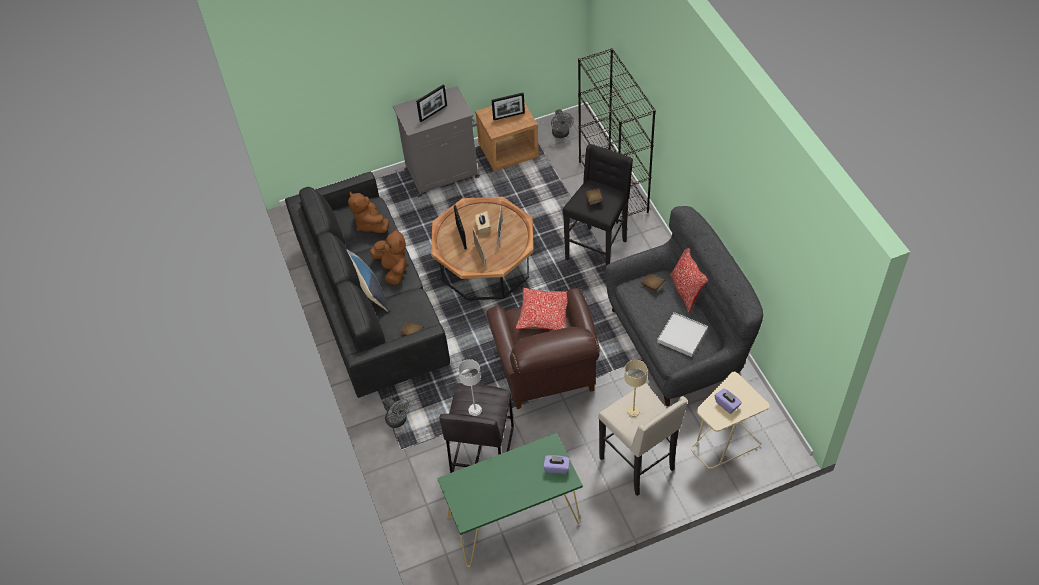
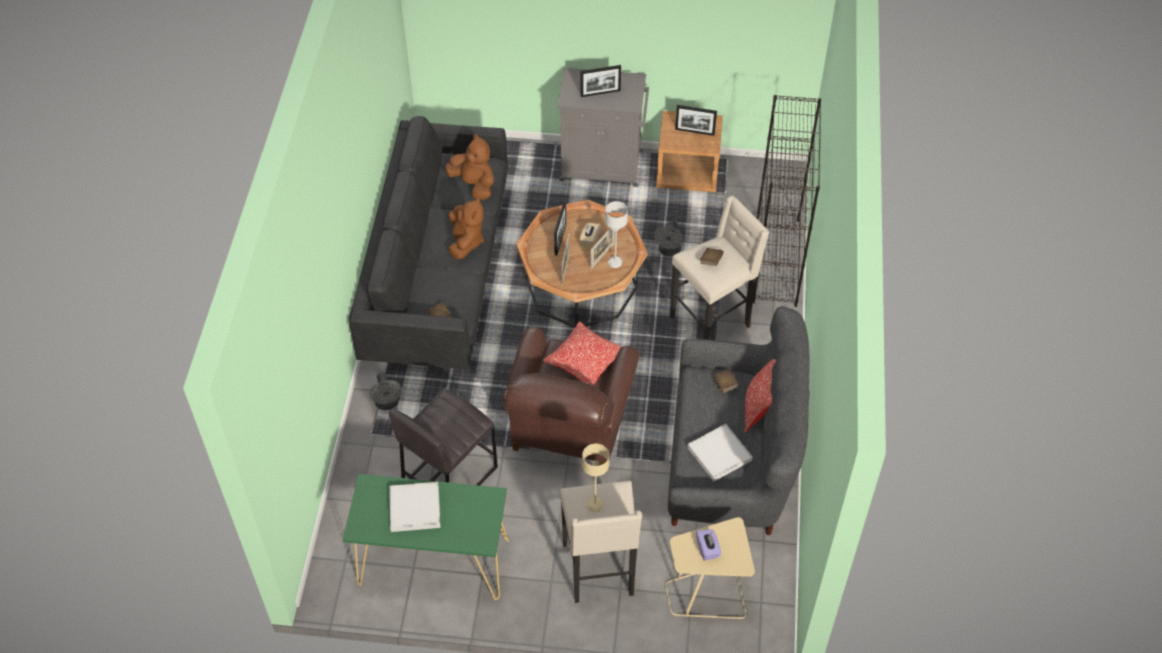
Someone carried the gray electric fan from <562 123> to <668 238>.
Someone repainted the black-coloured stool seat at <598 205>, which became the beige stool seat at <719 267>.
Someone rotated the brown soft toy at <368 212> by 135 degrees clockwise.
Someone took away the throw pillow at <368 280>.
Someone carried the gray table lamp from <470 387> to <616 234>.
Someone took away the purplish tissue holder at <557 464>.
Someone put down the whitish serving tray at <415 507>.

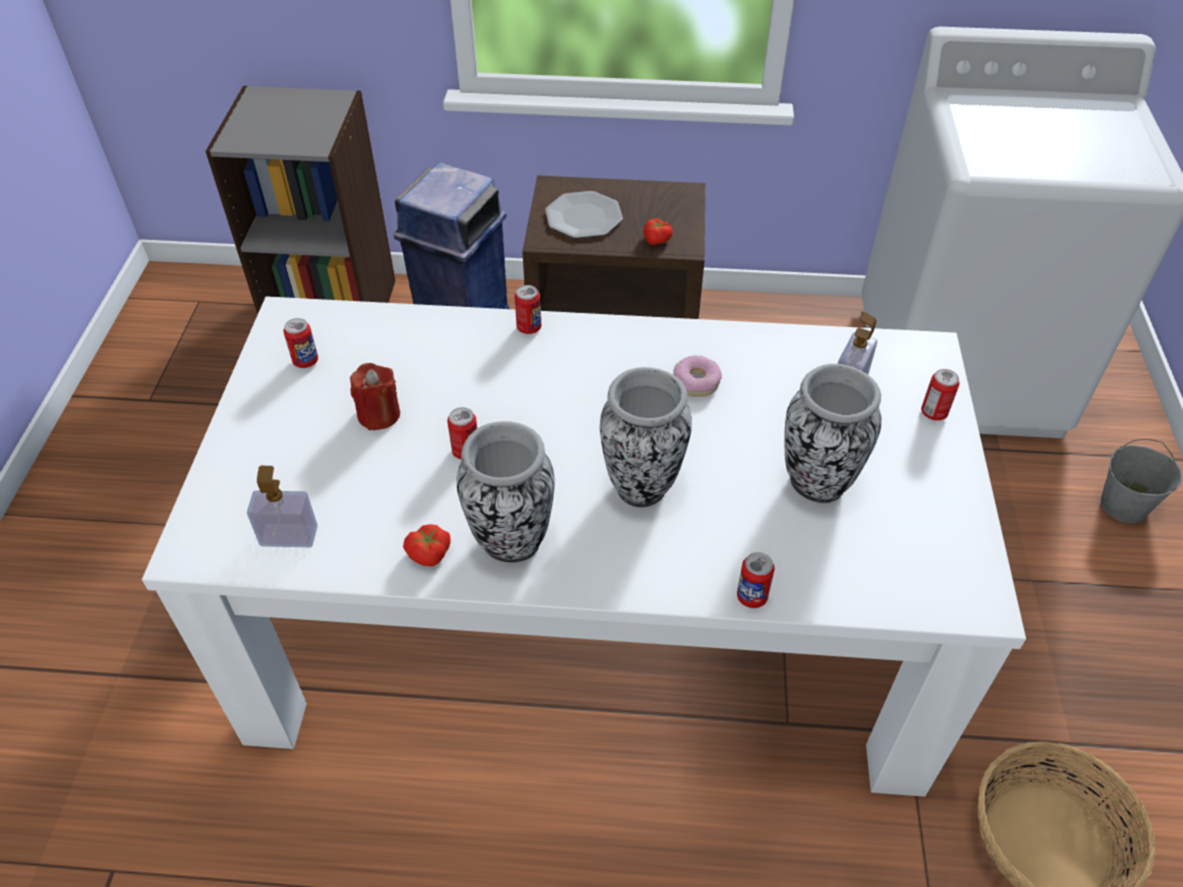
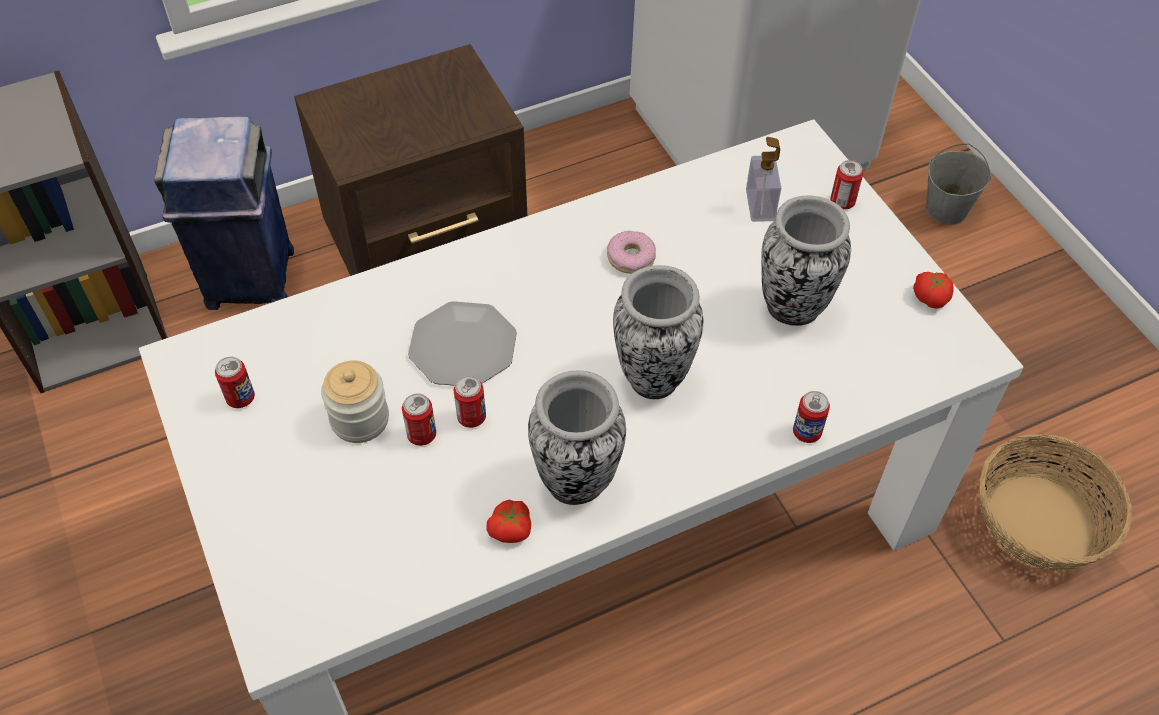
Someone carried the dinner plate from <584 214> to <462 343>.
Someone carried the whole tomato from <658 231> to <933 290>.
Someone carried the metal can from <527 309> to <419 420>.
Someone swapped the red-coloured wax light at <375 396> for the storage jar at <355 401>.
Someone took away the liquid soap bottle at <282 506>.

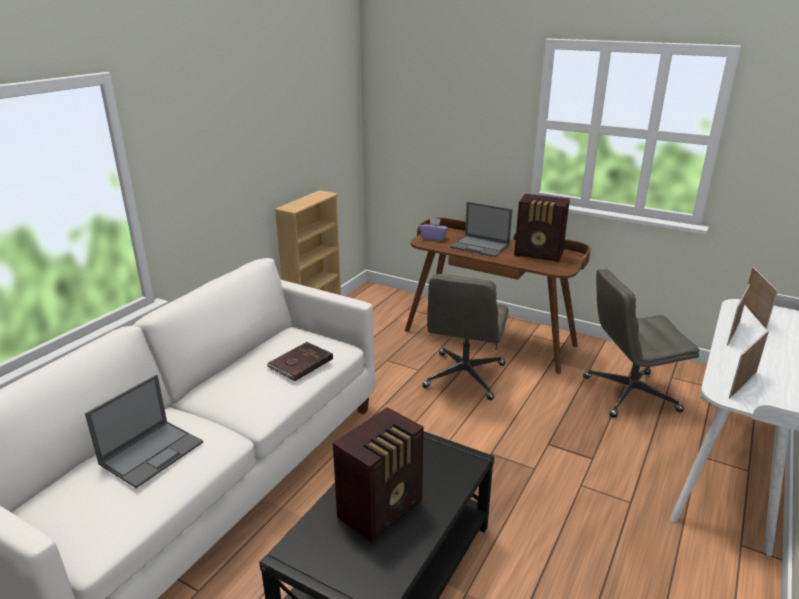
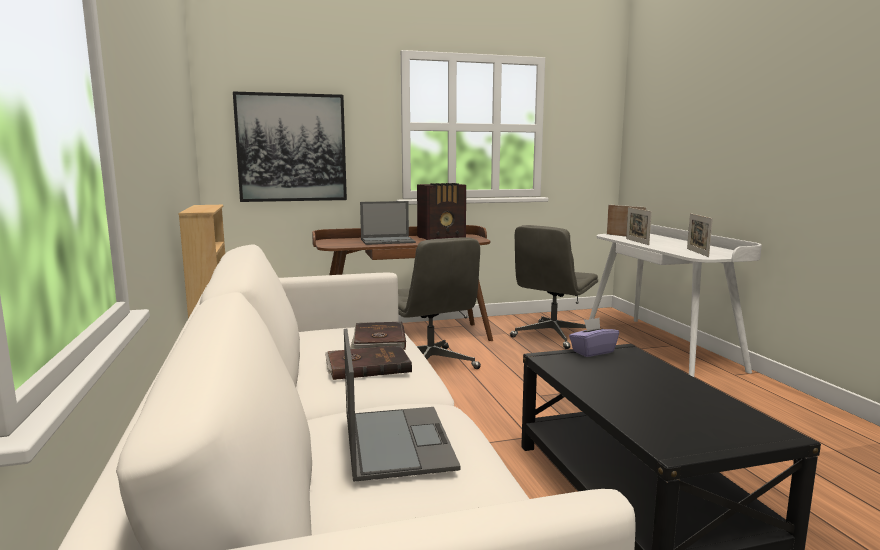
Someone carried the purplish tissue holder from <434 229> to <594 337>.
Someone took away the radio receiver at <378 475>.
Someone put up the wall art at <290 146>.
Someone put down the brown volume at <368 362>.

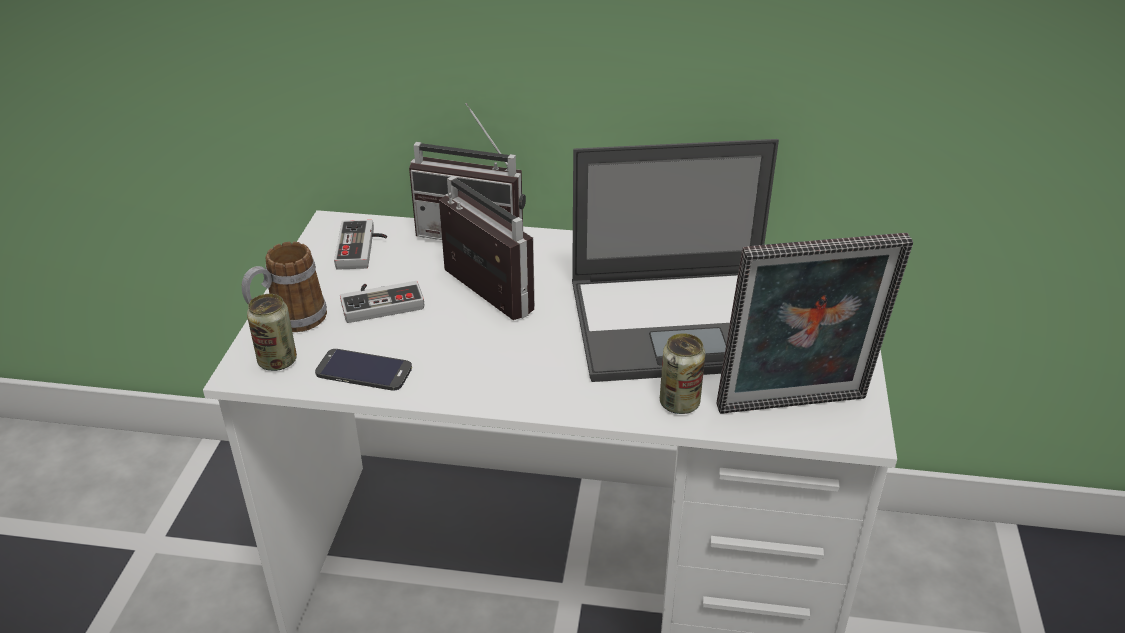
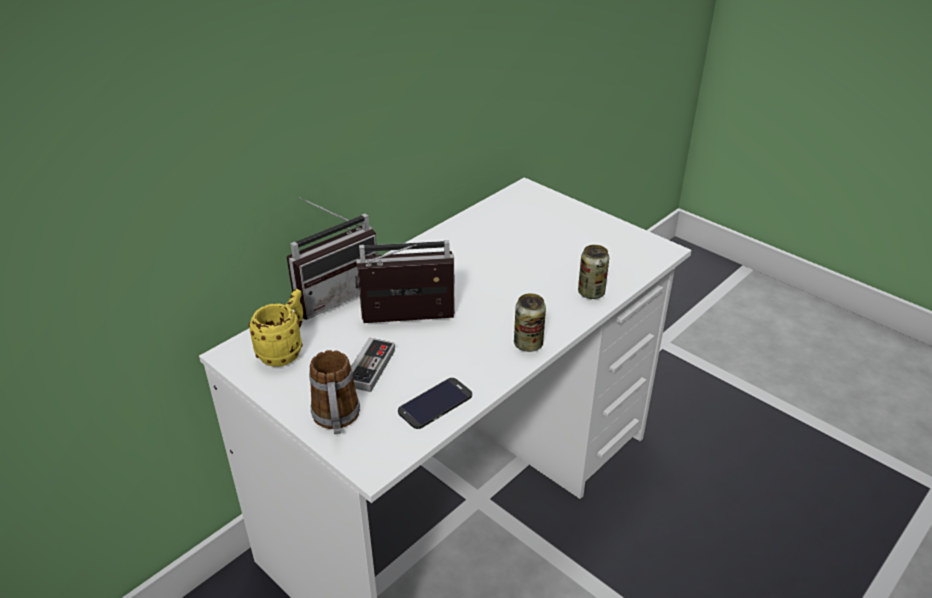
Someone took away the laptop at <675 260>.
Someone swapped the gamepad at <360 245> for the yellow tea mug at <275 328>.
Someone took away the picture frame at <815 323>.
Someone carried the metal can from <272 332> to <530 322>.

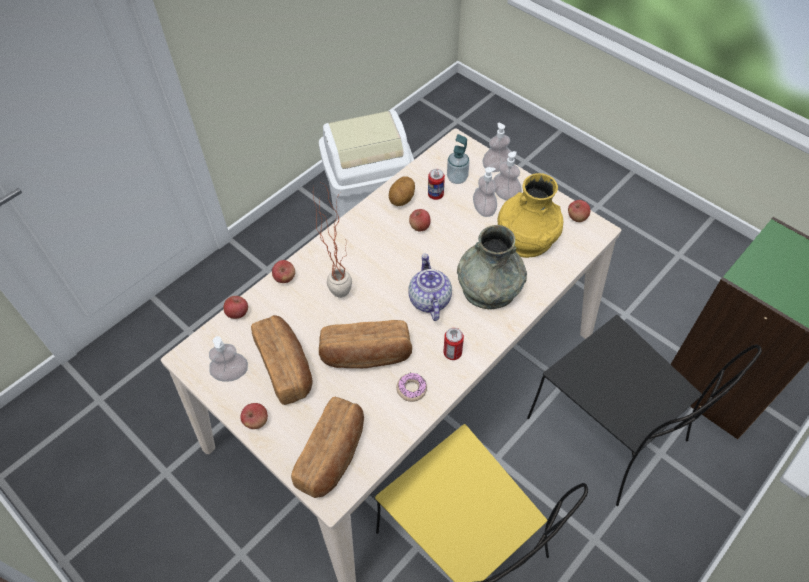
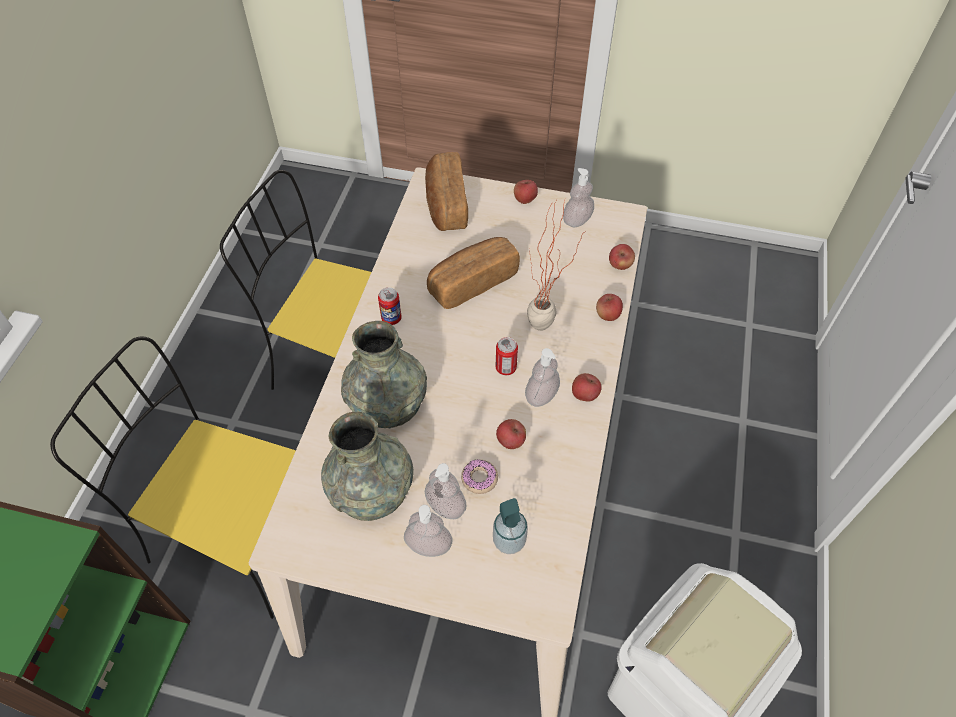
Someone carried the liquid soap bottle from <496 147> to <542 377>.
Someone carried the metal can from <436 184> to <507 356>.
Someone repainted the yellow decorative vase at <530 215>, which became the gray decorative vase at <367 466>.
Someone took away the whole potato at <402 191>.
Someone carried the whole apple from <579 211> to <587 387>.
Someone took away the pot for tea at <430 287>.
Someone took away the bread at <281 360>.
Someone repainted the black-coloured plain chair at <644 410>, which became the yellow plain chair at <173 478>.
Someone carried the doughnut from <411 387> to <479 476>.

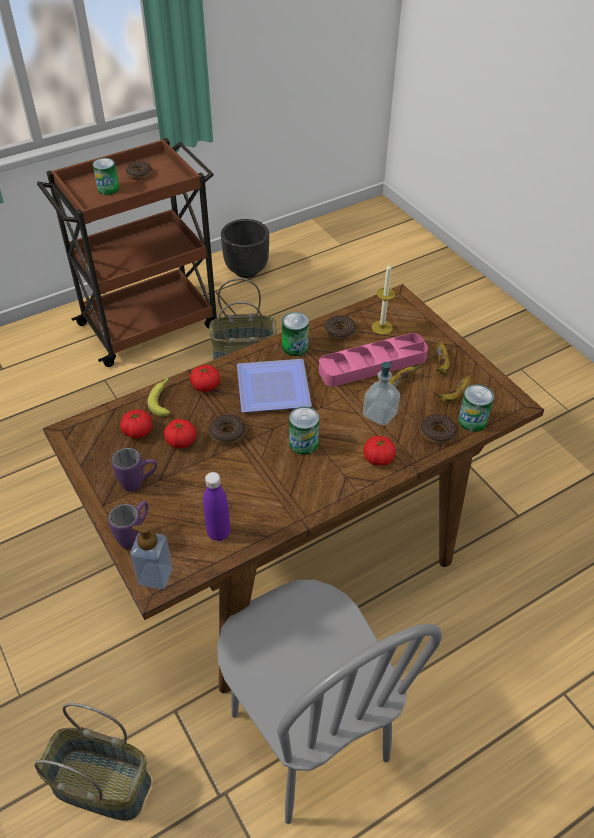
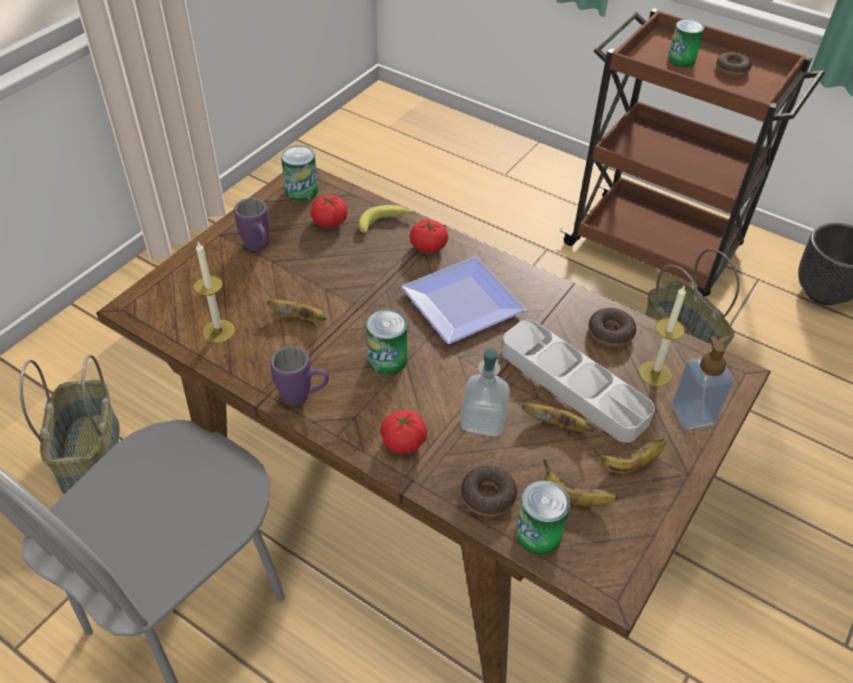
Someone carried the metal can from <295 334> to <299 173>.
Someone repainted the pinkish serving tray at <373 360>, which became the gray serving tray at <578 381>.
Someone took away the doughnut at <227 429>.
Someone took away the whole tomato at <180 433>.
Someone swapped the purplish beverage bottle at <216 506> for the wax light at <214 292>.
Someone carried the purplish tea mug from <128 525> to <299 375>.
Someone carried the liquid soap bottle from <151 557> to <703 383>.
Someone put down the banana at <296 310>.

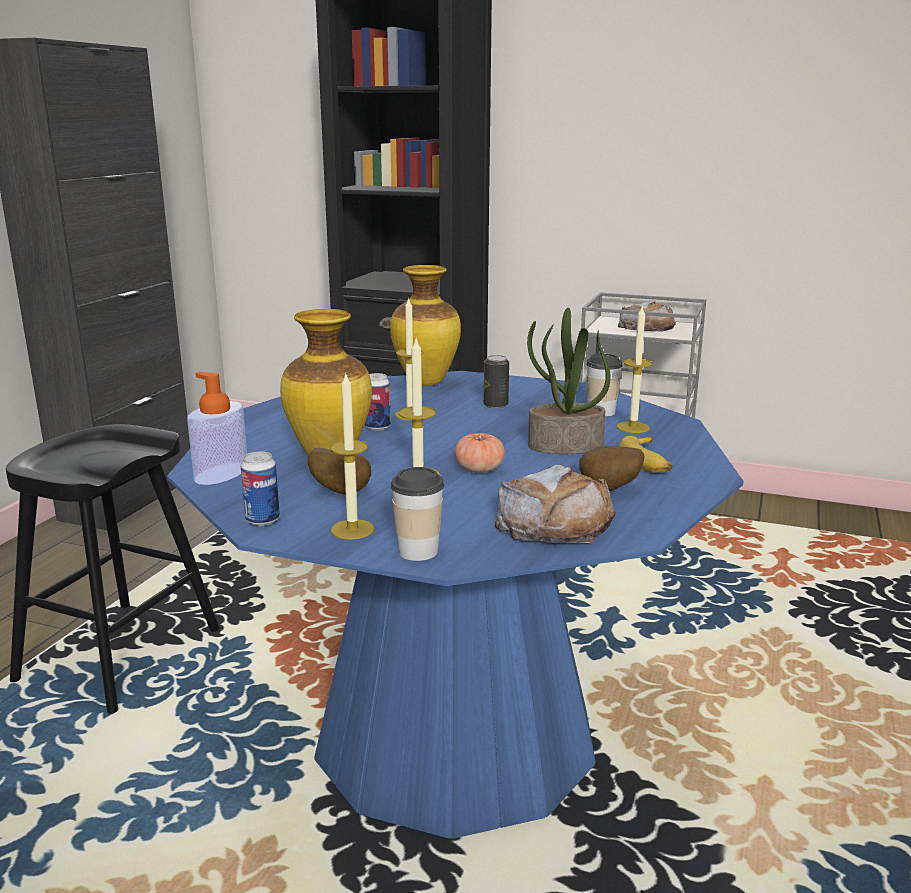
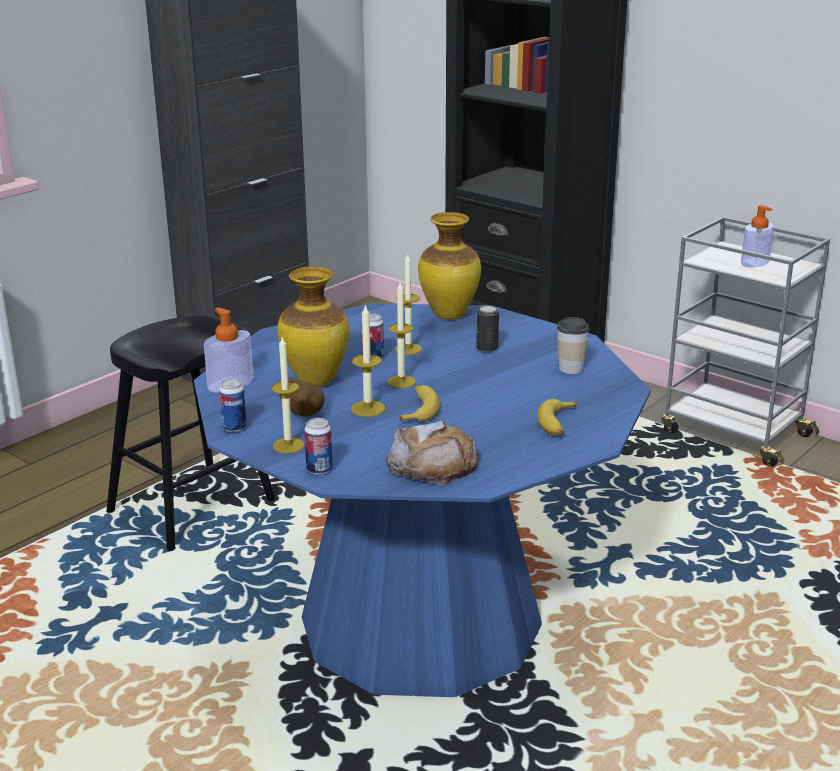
Someone swapped the bread at <647 316> for the liquid soap bottle at <757 236>.
Someone took away the potted plant at <569 380>.
Someone carried the wax light from <635 370> to <401 335>.
Someone swapped the whole tomato at <480 453> for the banana at <419 403>.
Someone took away the whole potato at <612 468>.
Someone swapped the cup at <417 514> for the metal can at <318 446>.

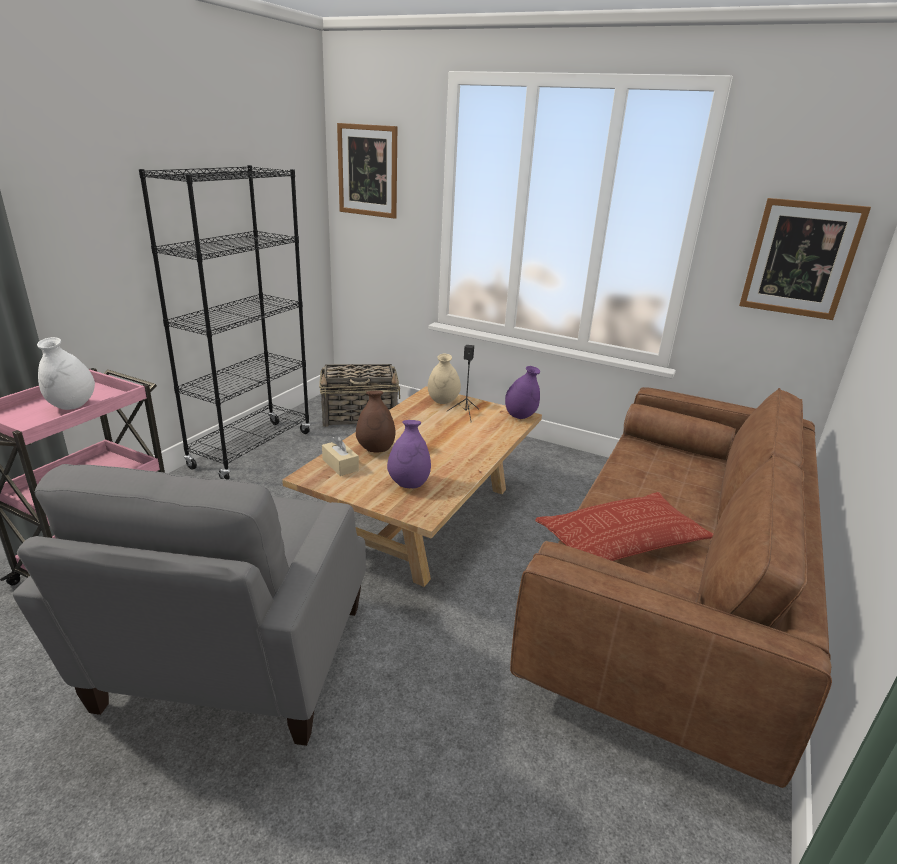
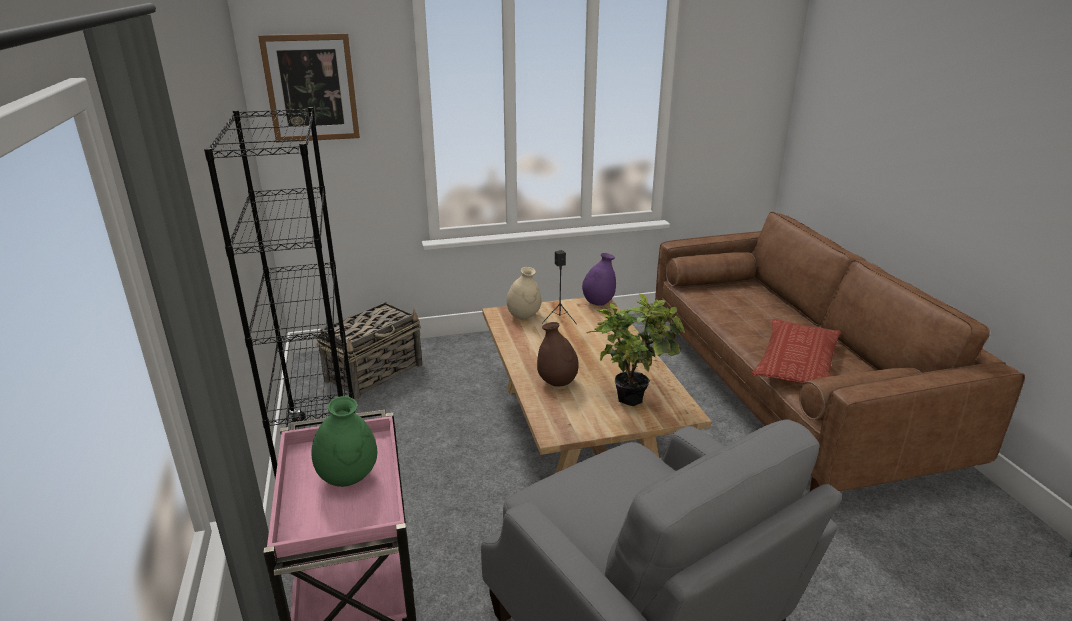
Someone took away the wall art at <805 259>.
Someone repainted the whitish decorative vase at <66 373>, which became the green decorative vase at <344 441>.
Someone swapped the purplish decorative vase at <409 454> for the potted plant at <636 350>.
Someone took away the beige tissue holder at <340 455>.

